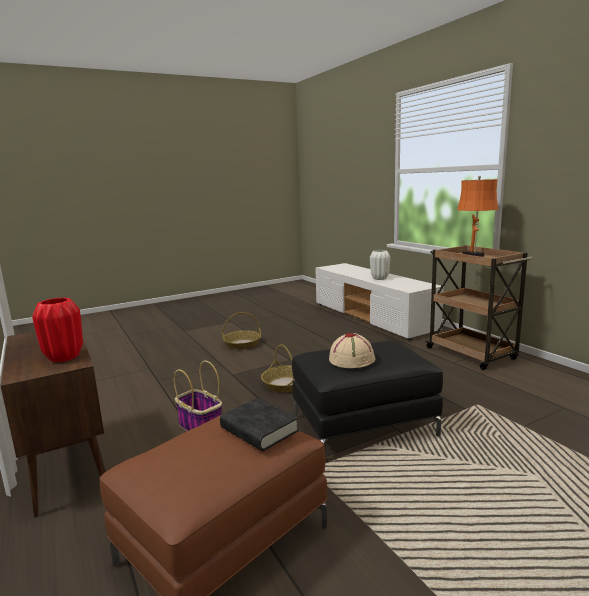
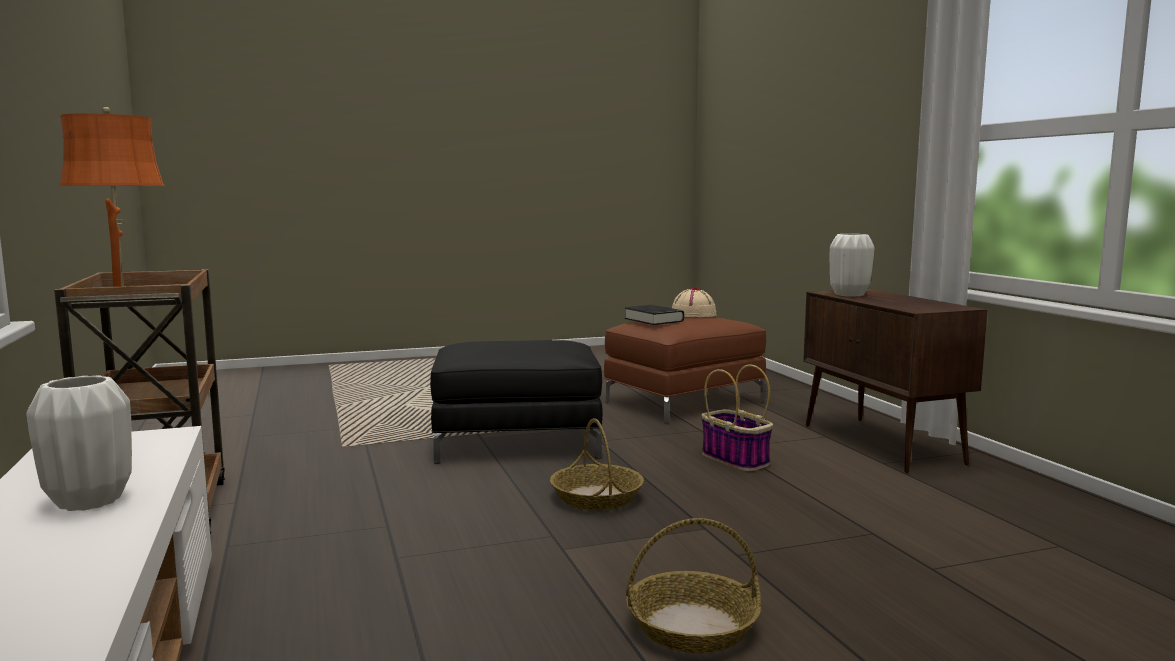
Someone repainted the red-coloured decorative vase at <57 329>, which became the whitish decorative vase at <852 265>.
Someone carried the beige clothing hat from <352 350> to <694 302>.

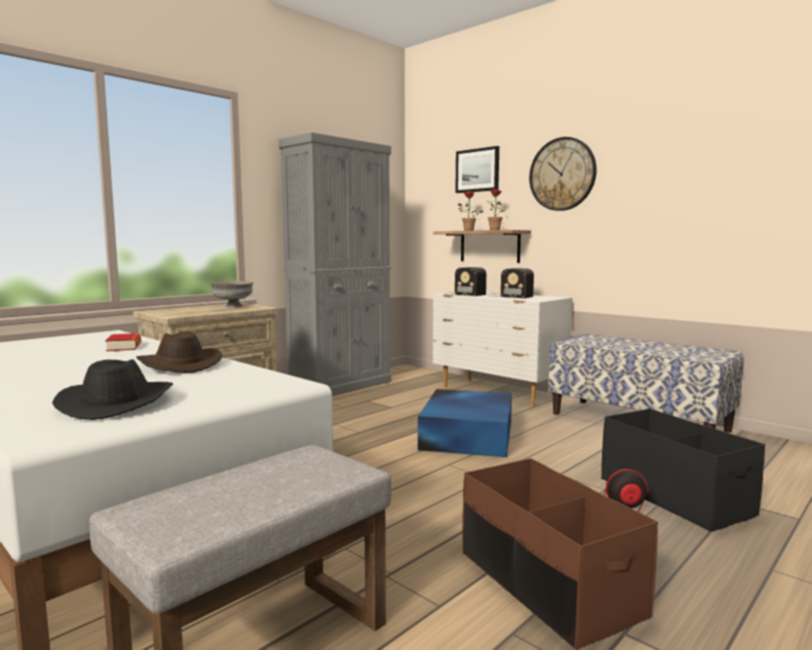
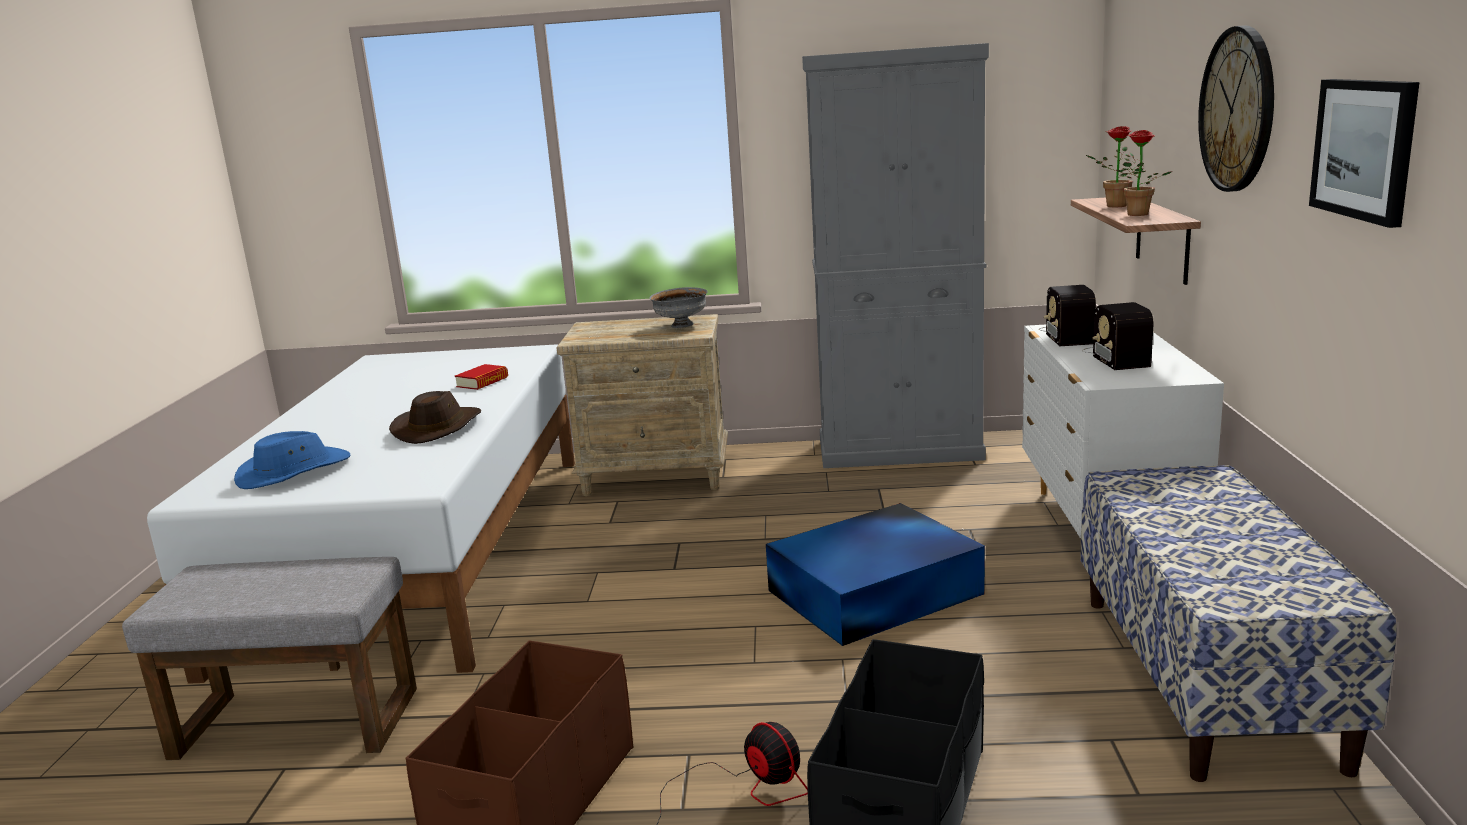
Someone carried the wall art from <477 169> to <1364 153>.
Someone repainted the black-coloured clothing hat at <112 389>, which became the blue-coloured clothing hat at <292 460>.

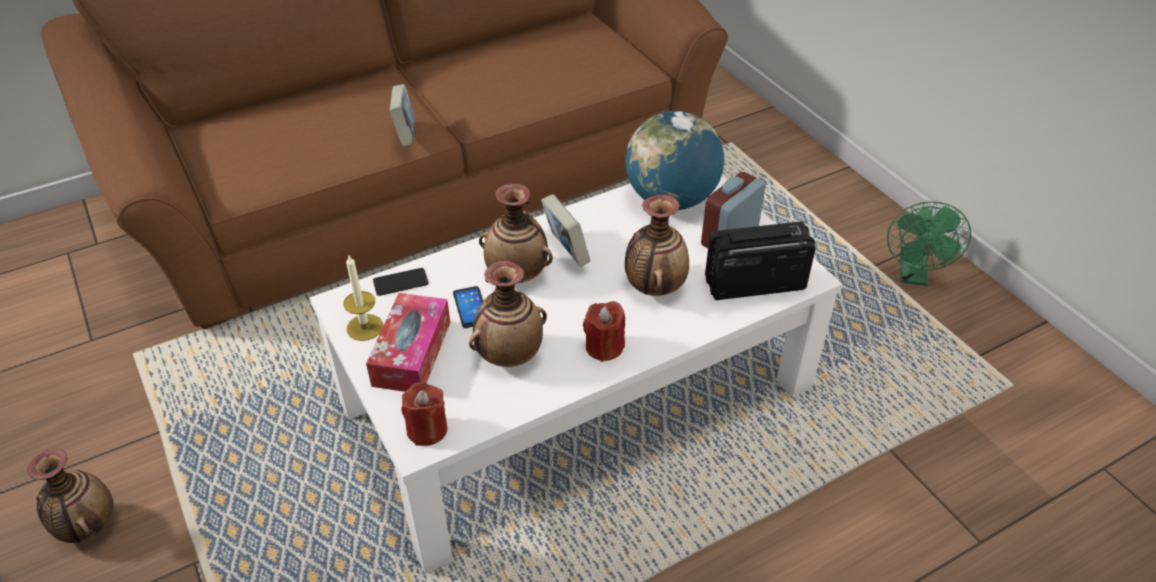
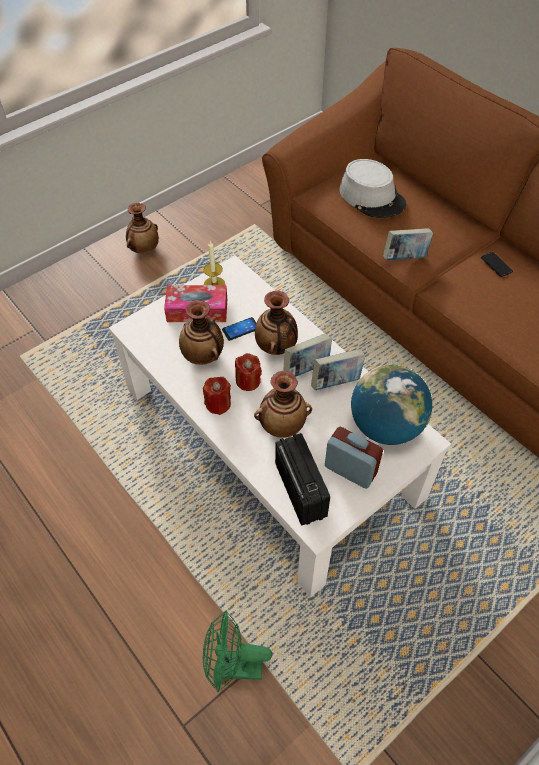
Someone carried the green electric fan from <929 243> to <237 651>.
Someone carried the telephone from <401 282> to <497 264>.
Someone carried the red-coloured wax light from <424 414> to <248 372>.
Someone put down the gray clothing hat at <373 188>.
Someone put down the volume at <338 369>.

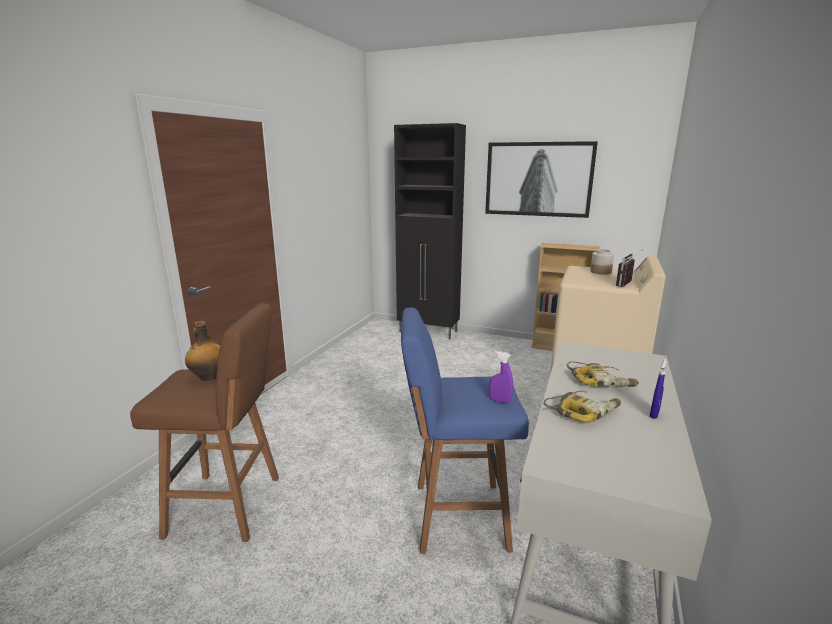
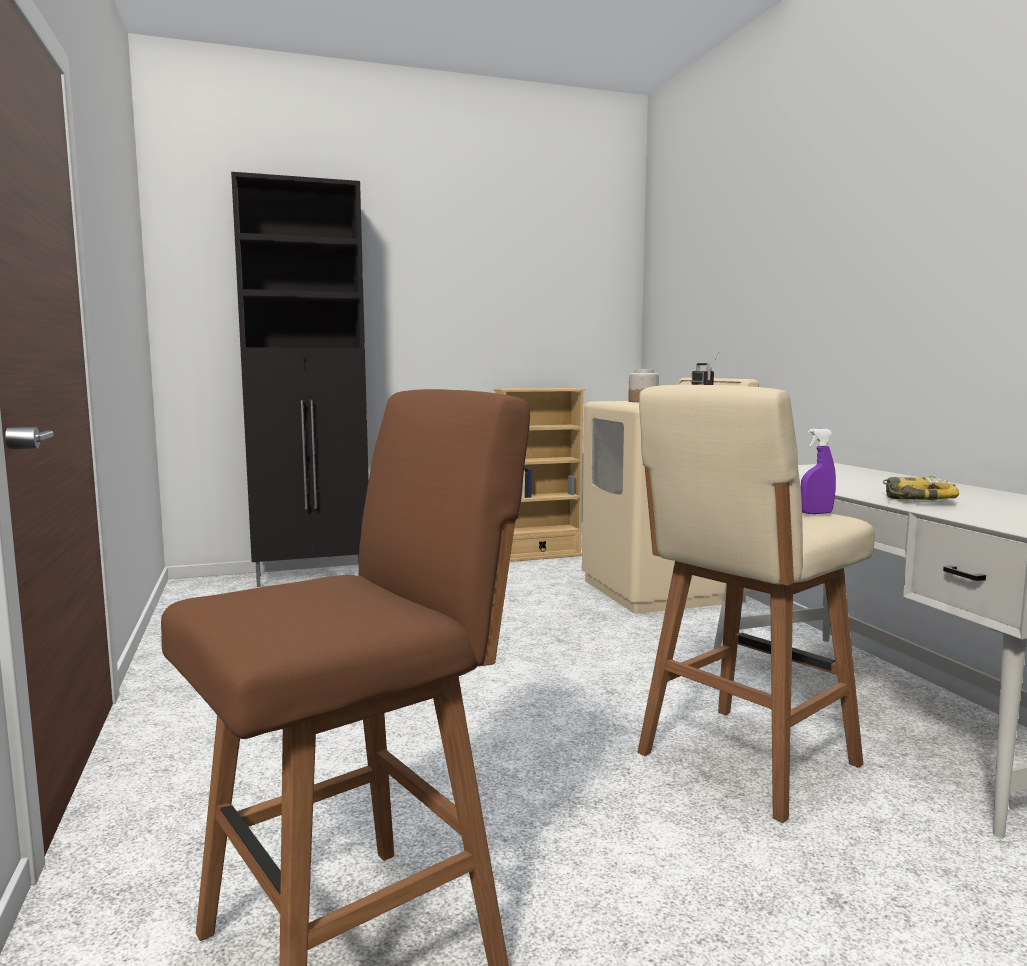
Someone took away the wall art at <541 179>.
Someone repainted the blue-coloured stool seat at <465 431>, which became the beige stool seat at <756 604>.
Someone took away the beverage bottle at <202 351>.
Someone took away the blue-coloured sprayer at <658 389>.
Someone took away the electric drill at <603 374>.

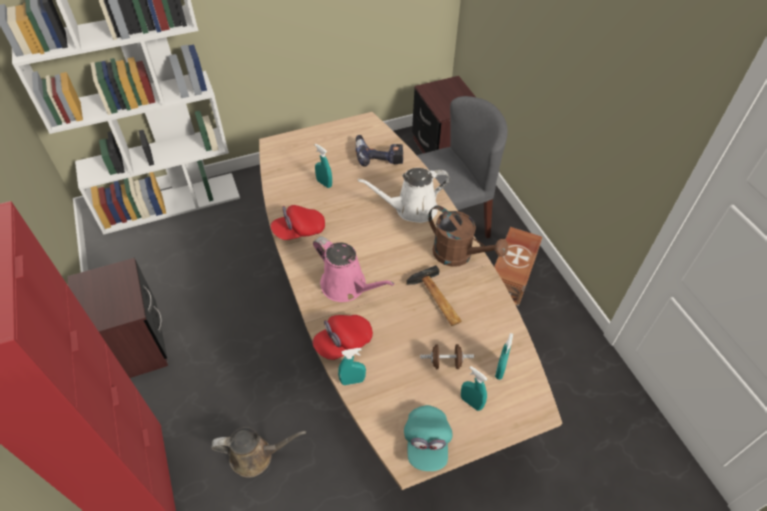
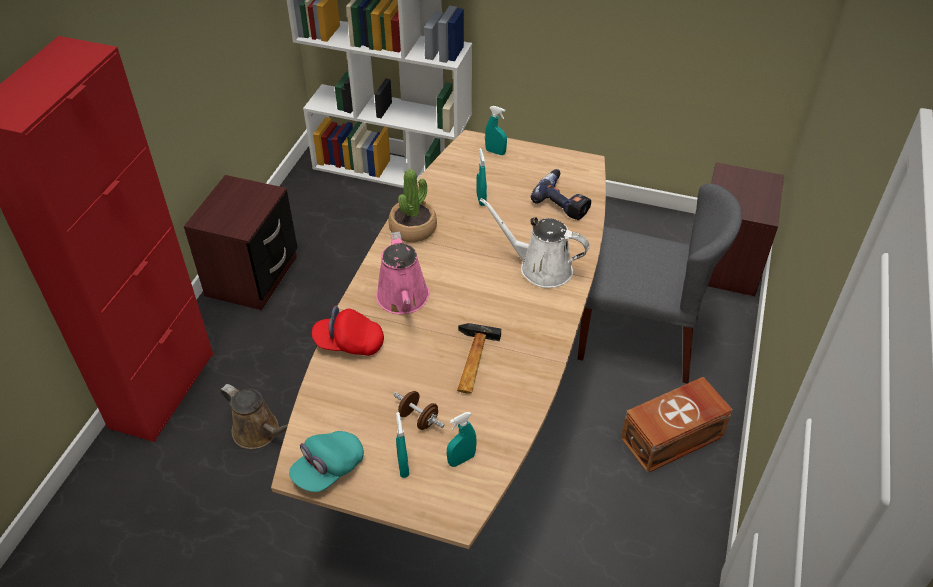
Someone swapped the red-coloured peaked cap at <297 222> for the potted plant at <412 205>.
Someone took away the brown sprinkling can at <468 236>.
Someone carried the turquoise sprayer from <352 366> to <496 130>.

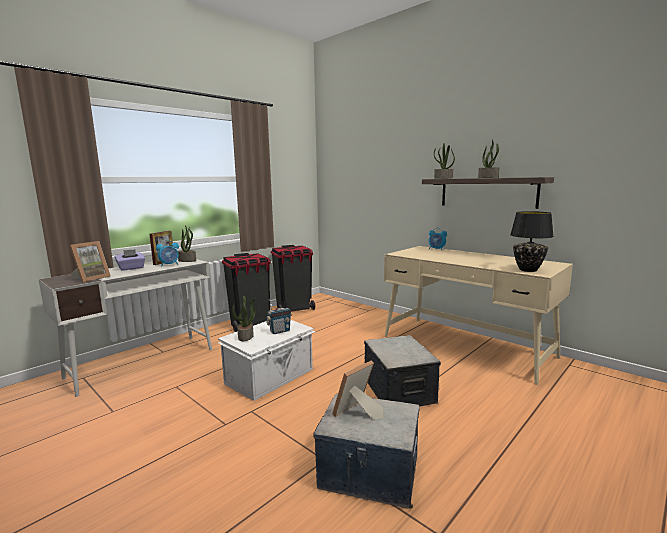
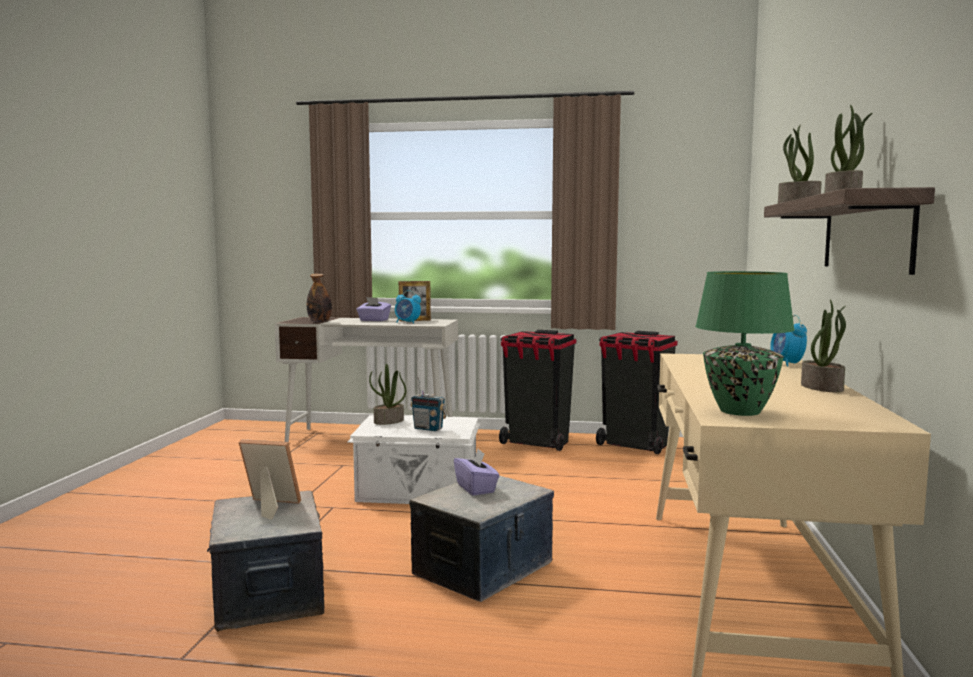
Someone repainted the black-coloured table lamp at <532 241>, which became the green table lamp at <745 343>.
Someone carried the potted plant from <187 243> to <823 346>.
Someone swapped the picture frame at <90 262> for the beverage bottle at <319 298>.
Someone put down the purplish tissue holder at <476 472>.

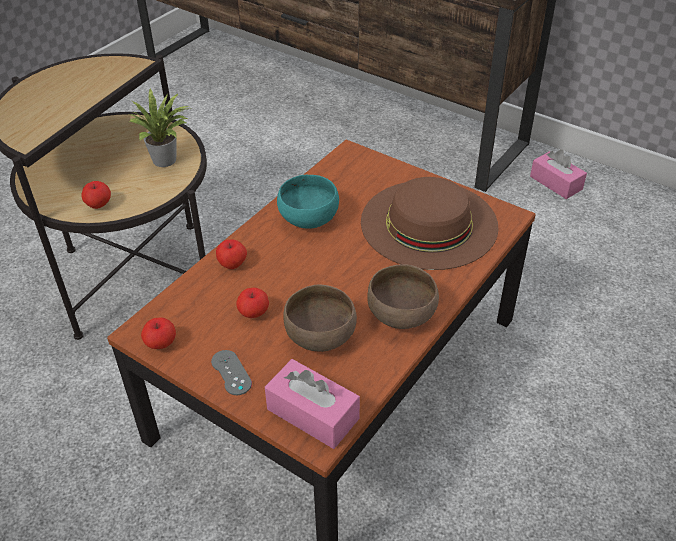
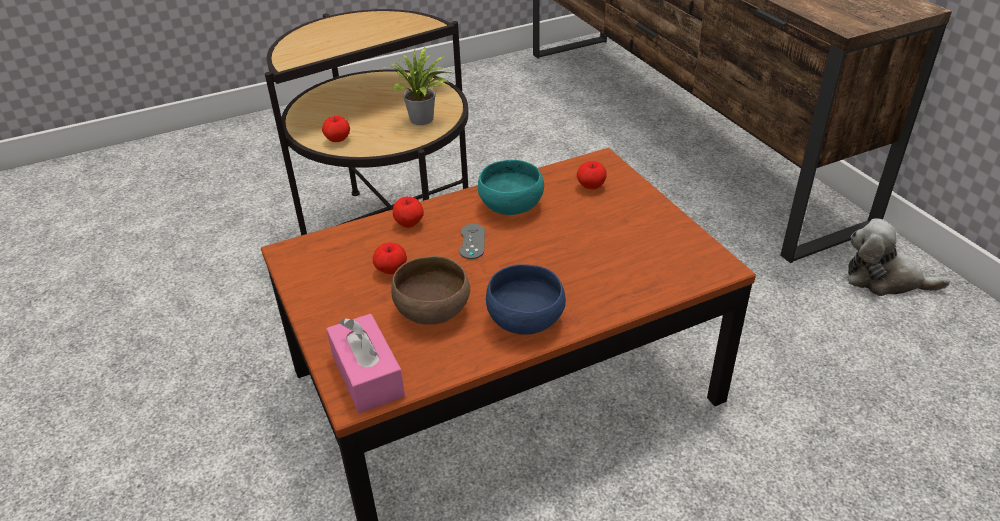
Someone swapped the pinkish tissue holder at <558 174> for the soft toy at <899 257>.
Someone took away the brown clothing hat at <430 223>.
Someone repainted the brown serving bowl at <403 296>, which became the blue-coloured serving bowl at <526 299>.
Someone carried the whole apple from <158 333> to <592 175>.
Someone carried the gray gamepad from <231 372> to <472 241>.

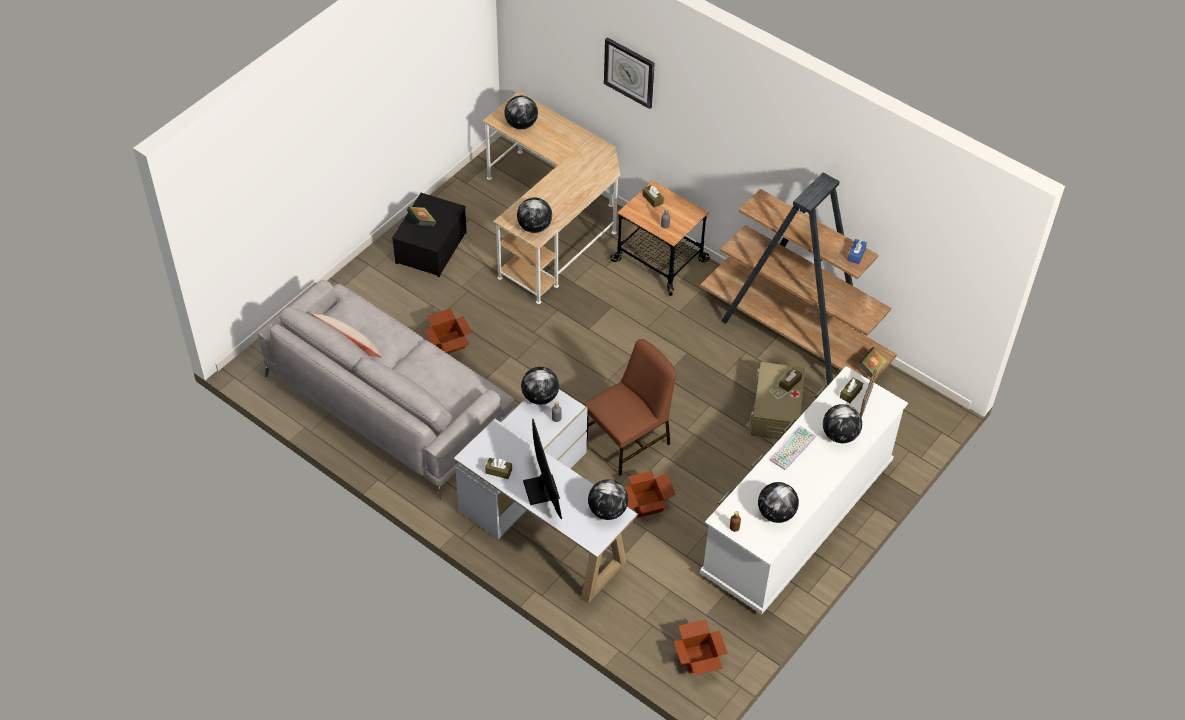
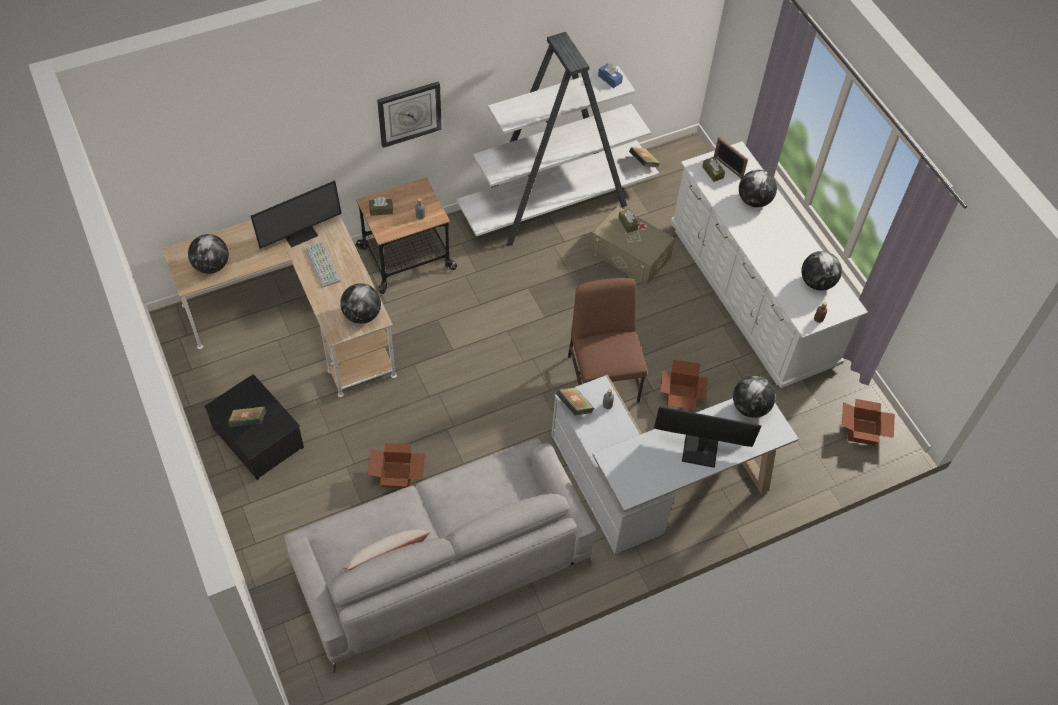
Someone carried the clock on the wall from <629 73> to <409 114>.
Someone repainted the brown bookcase at <798 278>, which became the whitish bookcase at <558 139>.
Someone swapped the globe at <540 386> for the volume at <575 401>.
Someone carried the PC keyboard from <793 448> to <323 264>.
Someone took away the brown tissue holder at <498 468>.
Someone put down the computer screen at <296 214>.

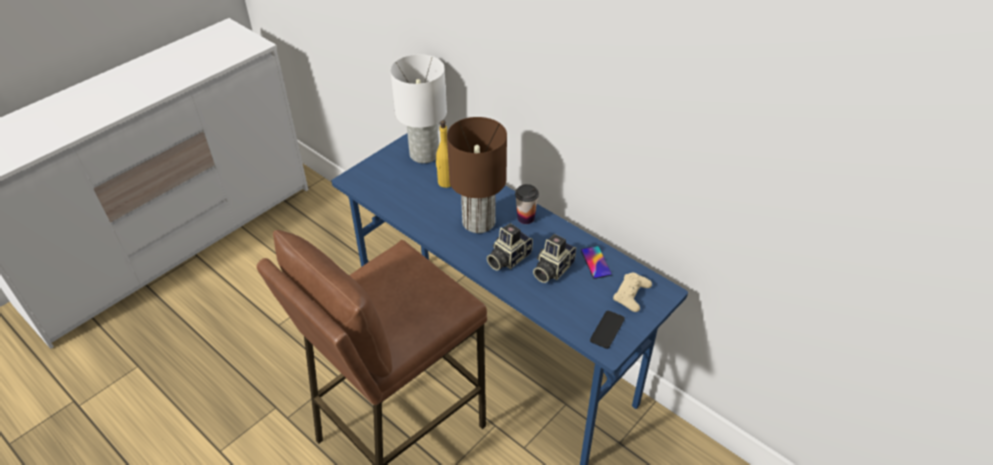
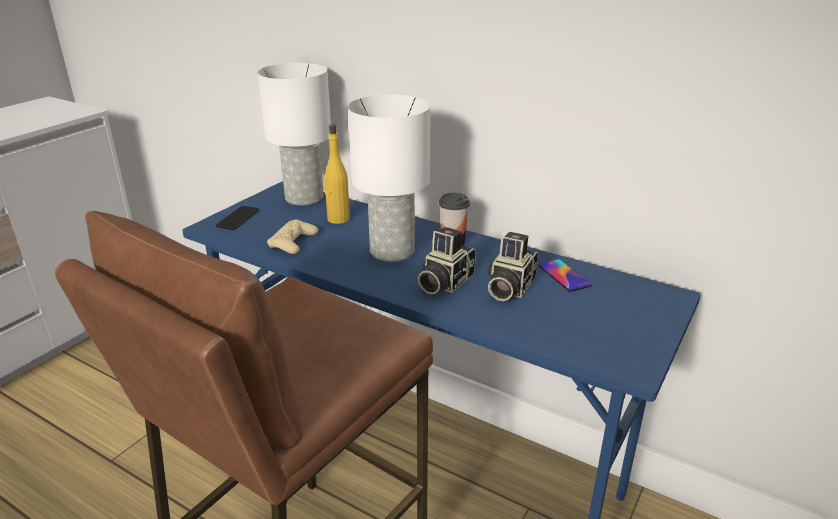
Someone repainted the brown table lamp at <477 175>, which became the whitish table lamp at <389 178>.
Someone carried the beige gamepad from <632 292> to <292 237>.
Someone carried the telephone from <607 330> to <237 218>.

